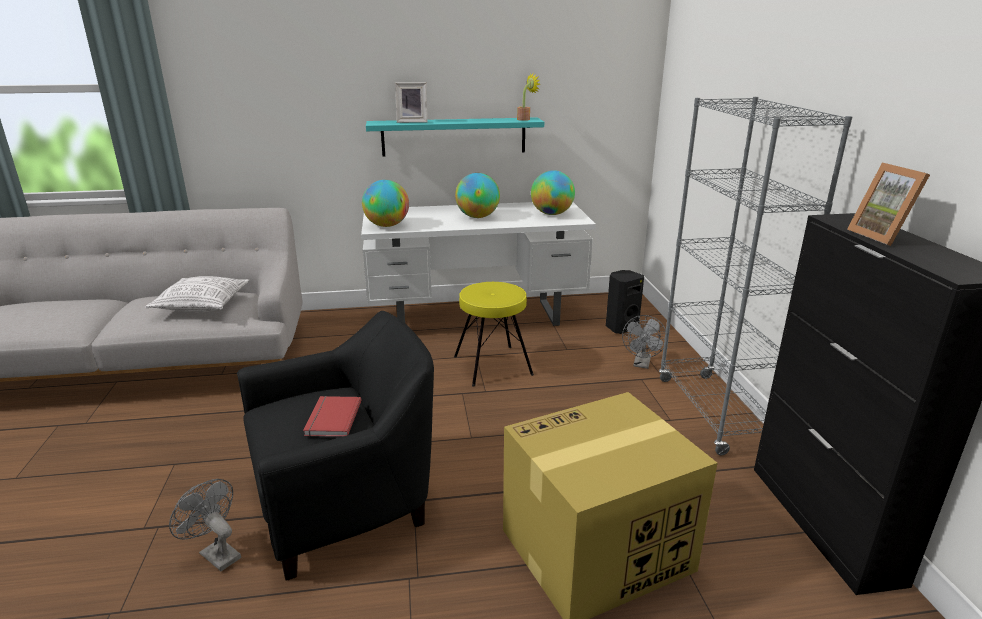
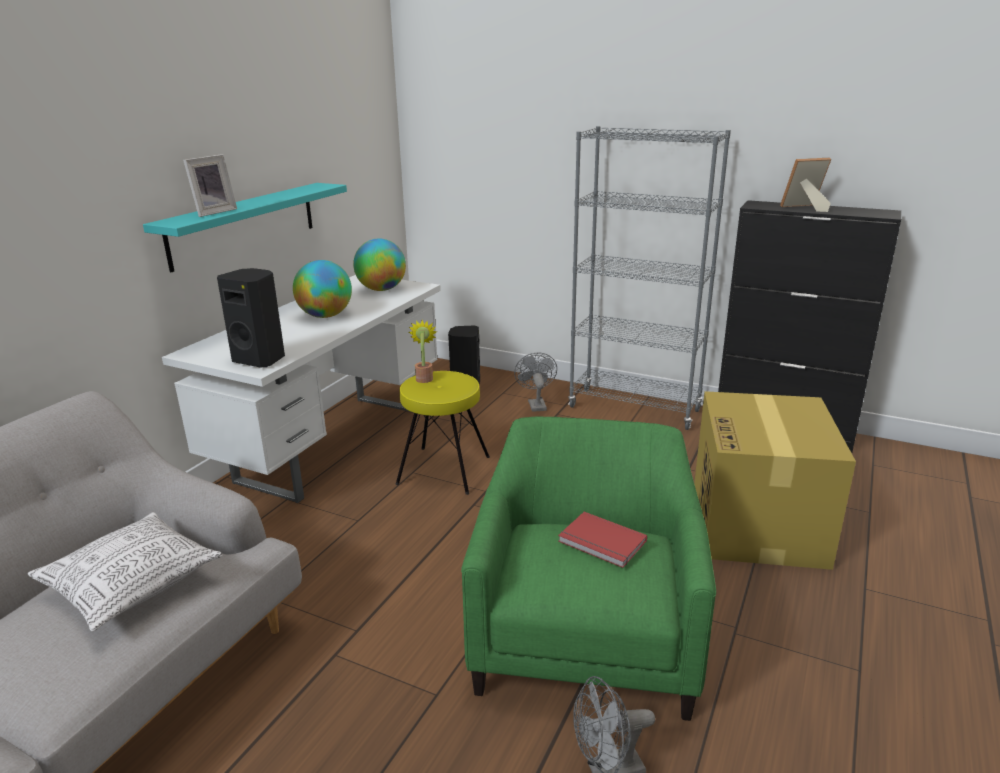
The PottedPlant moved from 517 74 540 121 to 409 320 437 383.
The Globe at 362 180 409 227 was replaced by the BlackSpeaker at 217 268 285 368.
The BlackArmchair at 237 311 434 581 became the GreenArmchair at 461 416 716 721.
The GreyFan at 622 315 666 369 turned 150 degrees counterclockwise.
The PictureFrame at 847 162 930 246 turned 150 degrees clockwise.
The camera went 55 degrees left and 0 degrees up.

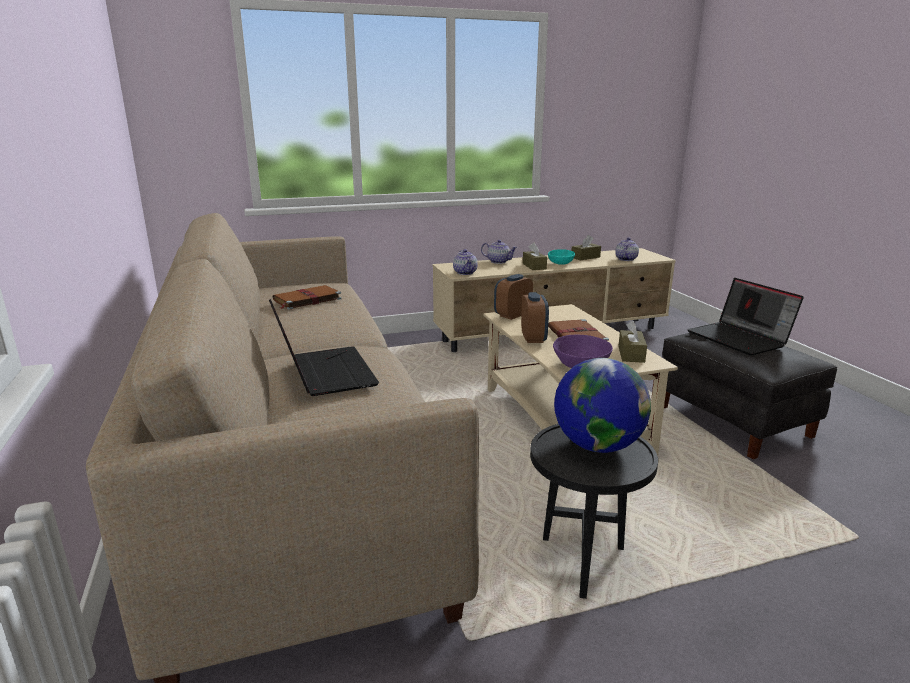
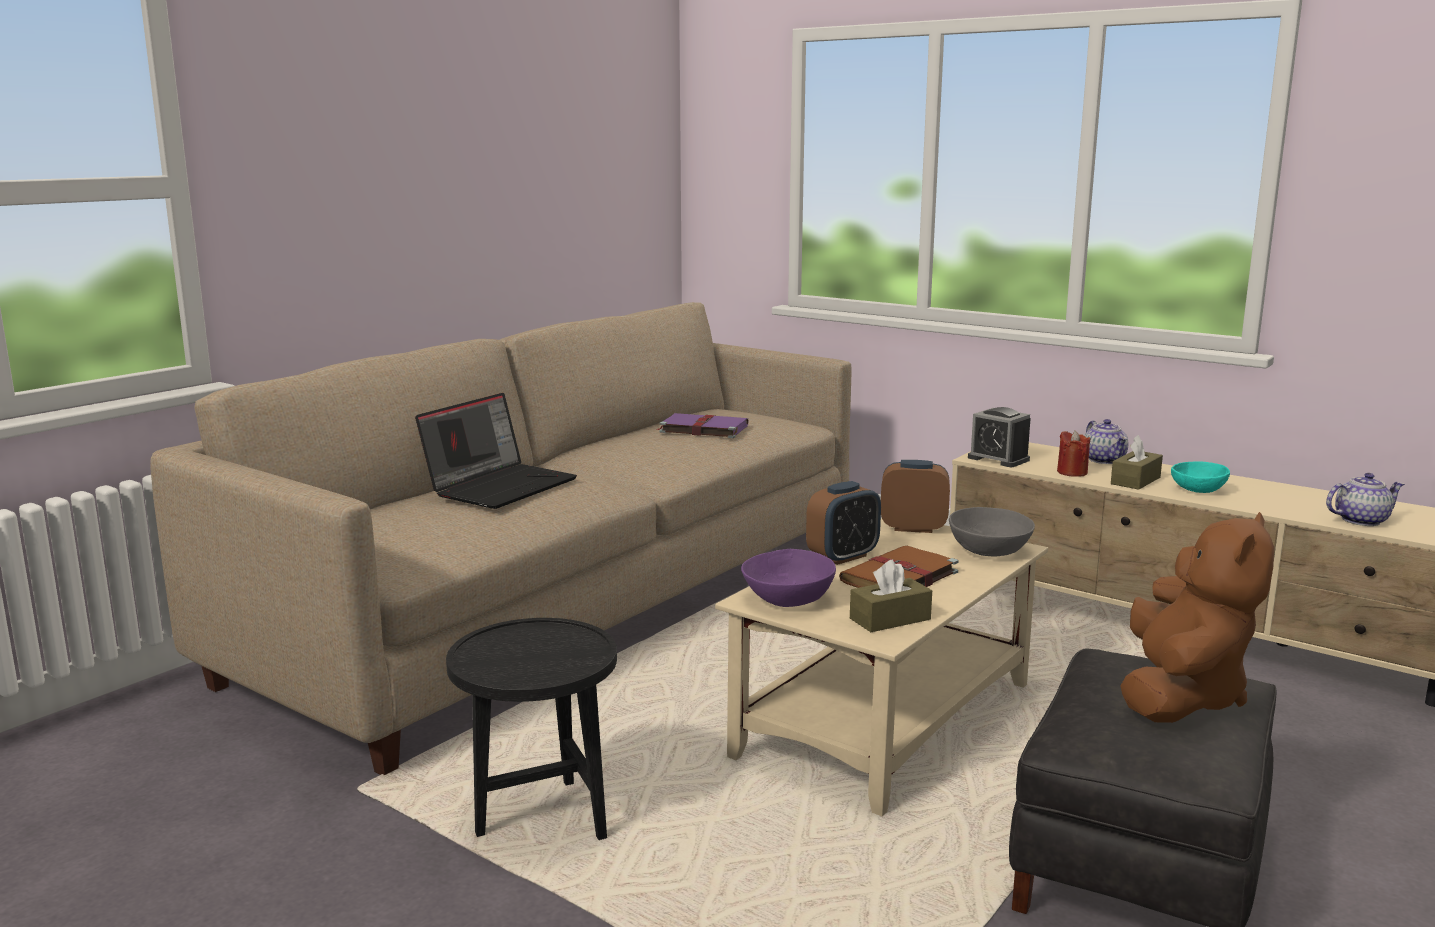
The Globe at 554 358 651 453 disappeared.
The BrownTissueBox at 571 235 601 261 disappeared.
The GreyBowl at 949 507 1035 557 appeared.
The RedCandle at 1057 430 1090 477 appeared.
The Teapot at 453 249 478 275 was replaced by the AlarmClock at 968 407 1031 467.
The Laptop at 687 278 804 356 was replaced by the BrownPlushToy at 1120 512 1274 723.
The BrownBook at 273 285 342 310 became the PurpleBook at 656 413 749 438.
The camera went 55 degrees right and 5 degrees down.

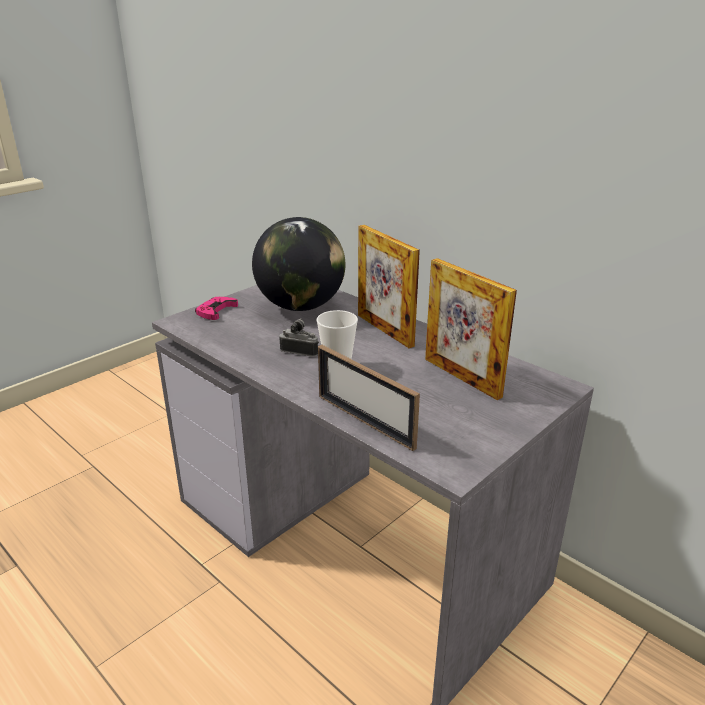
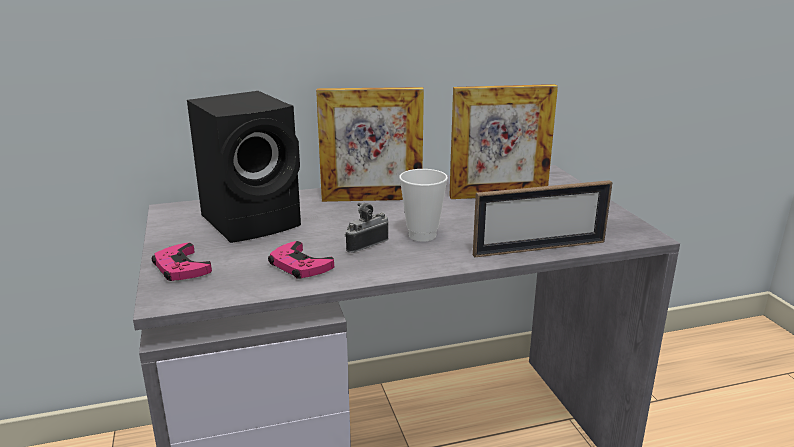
The PinkGameController at 268 241 334 279 appeared.
The Globe at 252 217 346 311 was replaced by the BlackSpeaker at 187 91 301 243.
The camera went 60 degrees left and 5 degrees down.

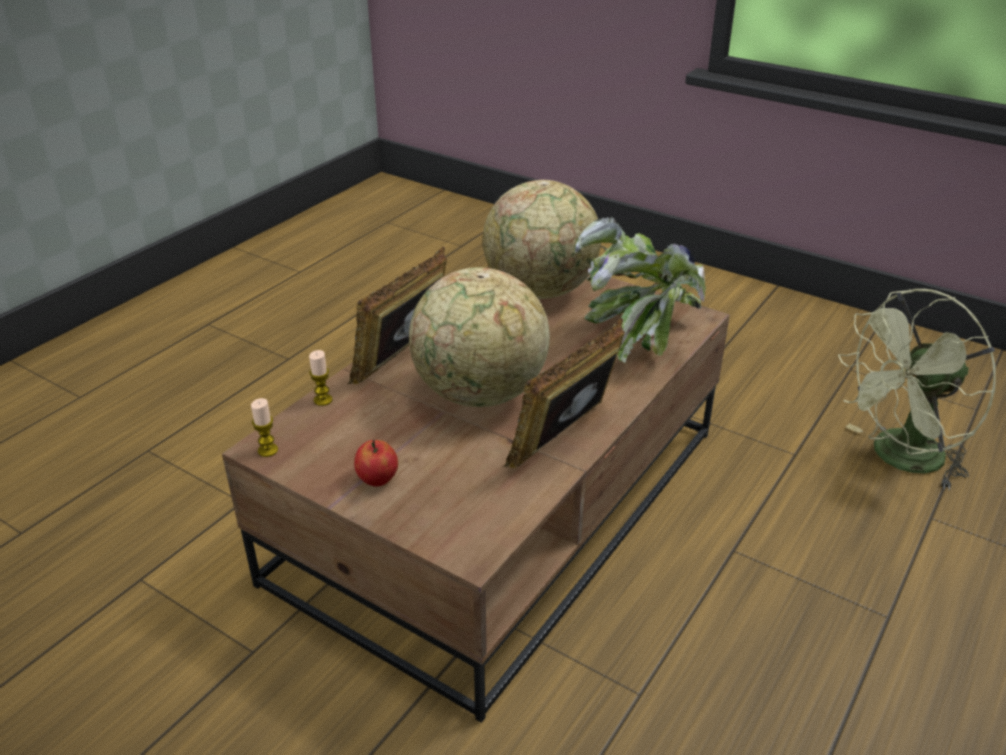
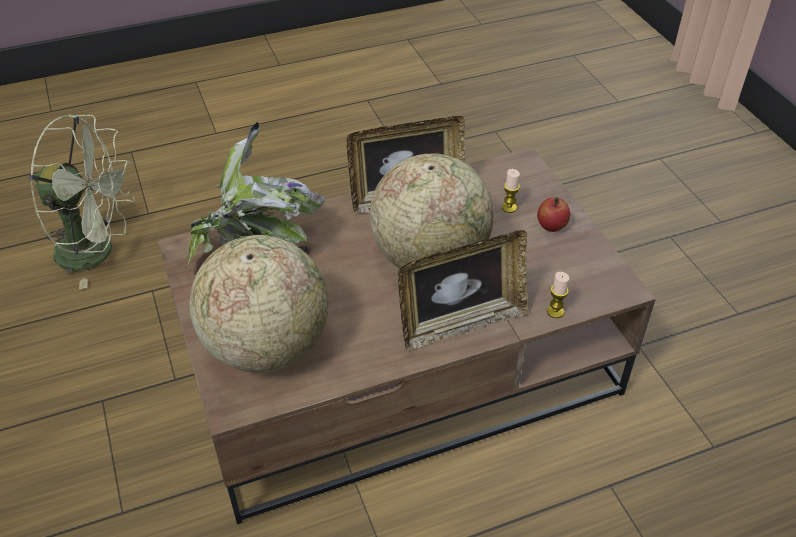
The Candle moved from 251 398 278 457 to 502 169 520 213.
The camera went 145 degrees left and 10 degrees up.

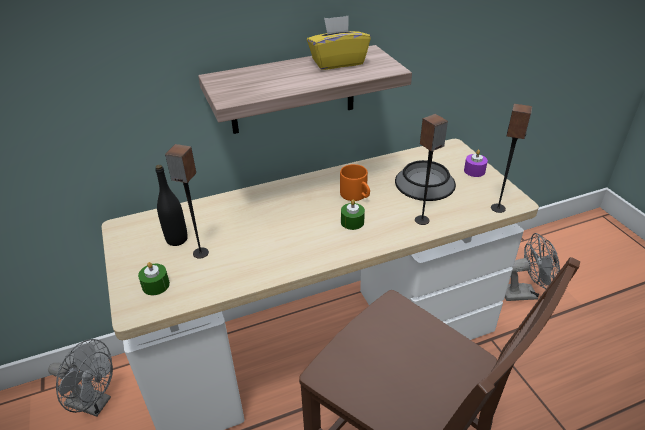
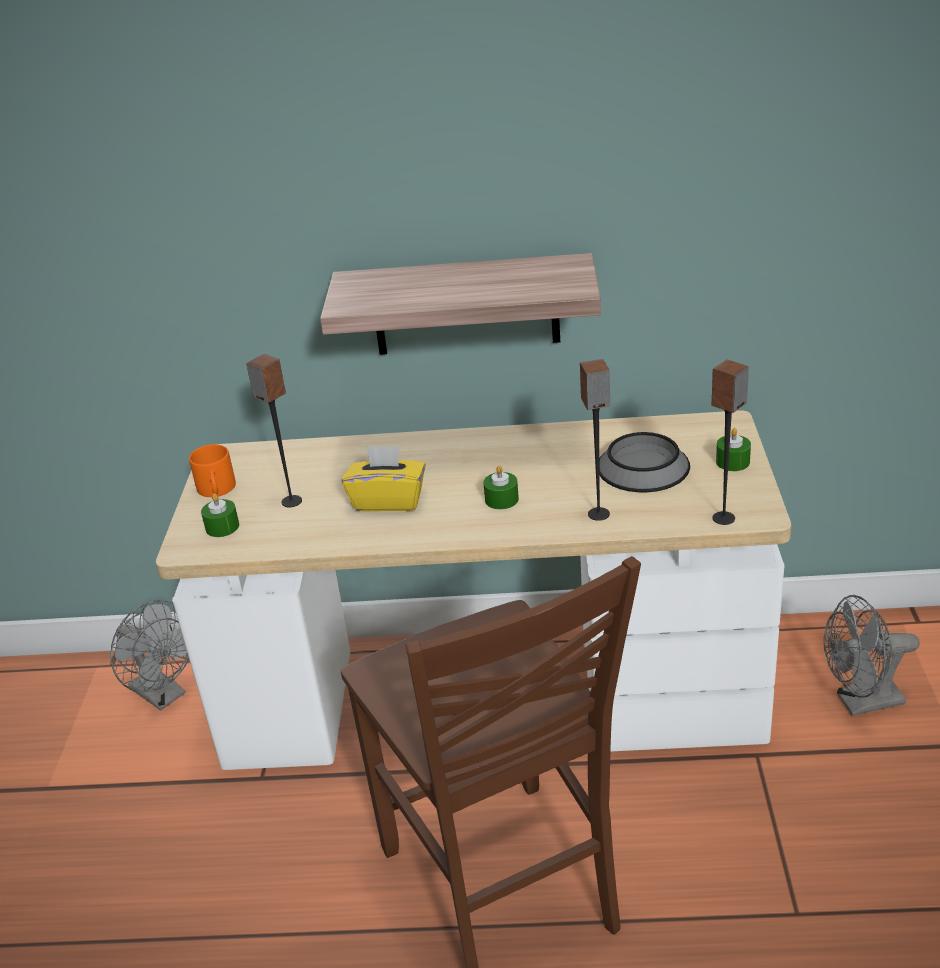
The BlackBottle at 155 165 188 246 disappeared.
The YellowTissueBox moved from 307 15 371 70 to 342 446 426 511.
The OrangeMug moved from 340 164 370 201 to 189 444 236 497.
The PurpleCandle at 464 149 488 177 became the GreenCandle at 716 428 751 471.
The GreyFan at 505 233 560 301 turned 150 degrees clockwise.
The camera went 25 degrees right and 5 degrees down.

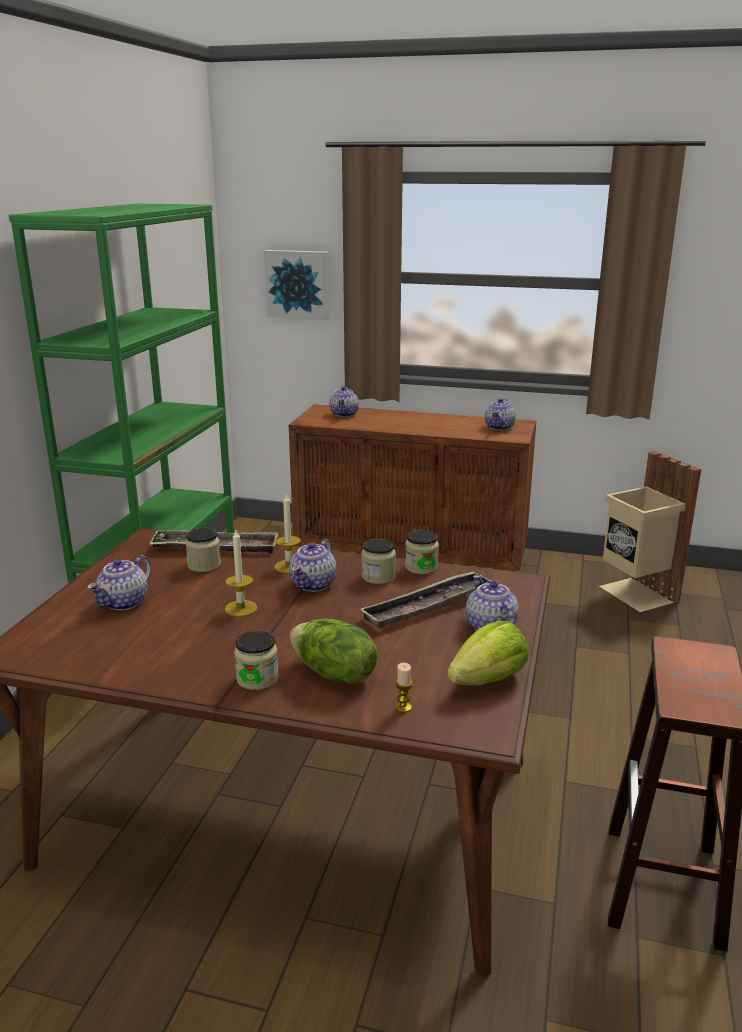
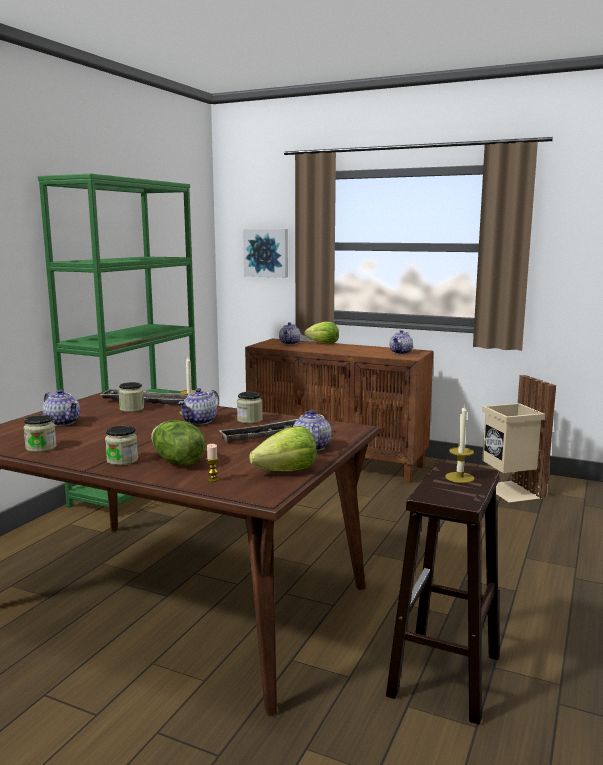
The Lettuce at 304 321 339 344 appeared.
The Candle moved from 225 528 258 617 to 445 405 475 483.
The Jar moved from 405 530 439 574 to 23 415 57 452.
The Teapot at 87 555 151 610 turned 90 degrees counterclockwise.
The camera went 10 degrees right and 10 degrees down.

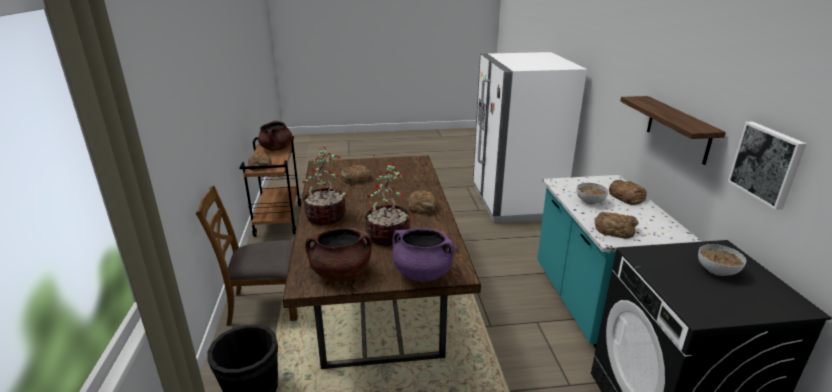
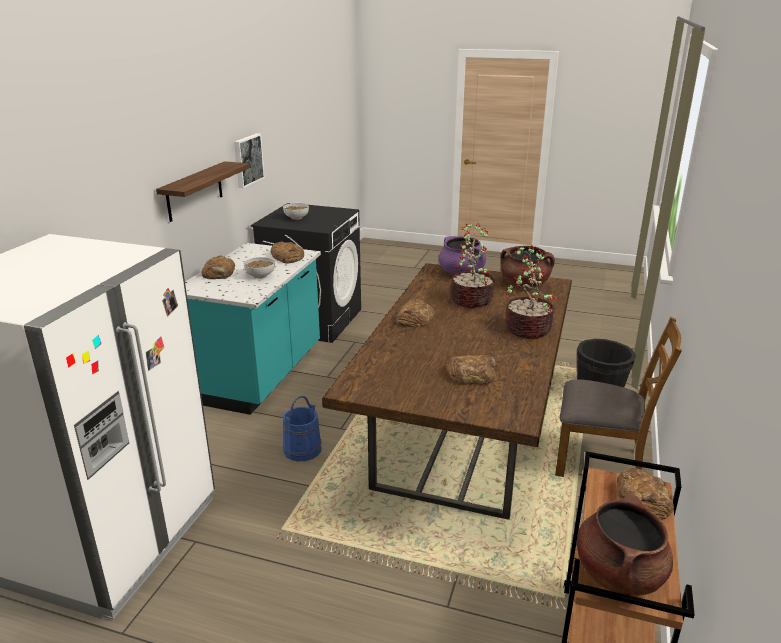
The BlueBucket at 283 396 321 461 appeared.
The camera went 155 degrees left and 0 degrees up.

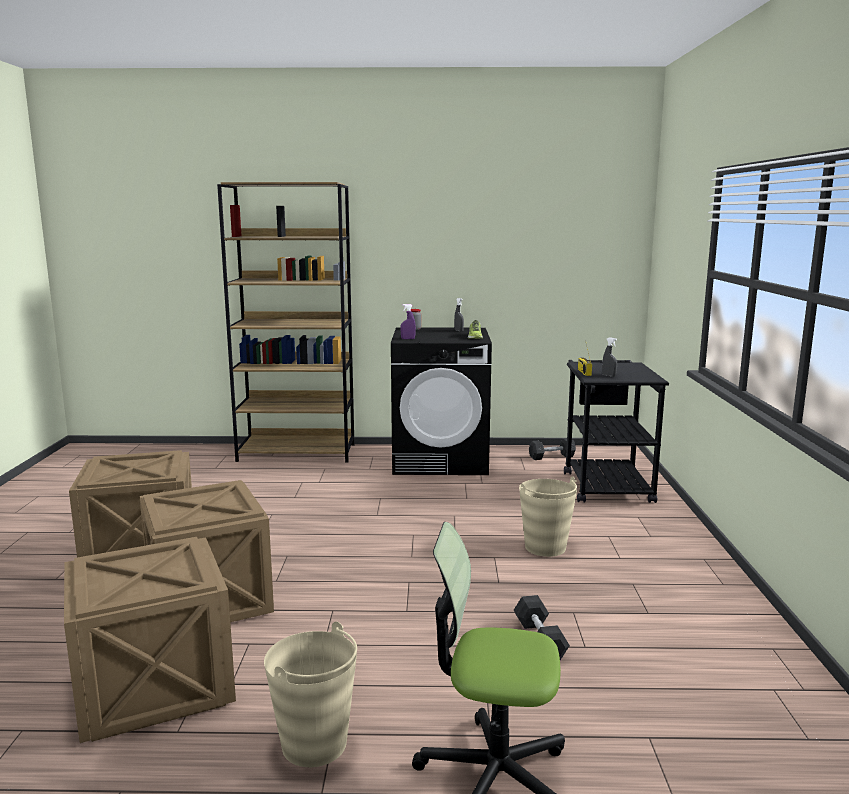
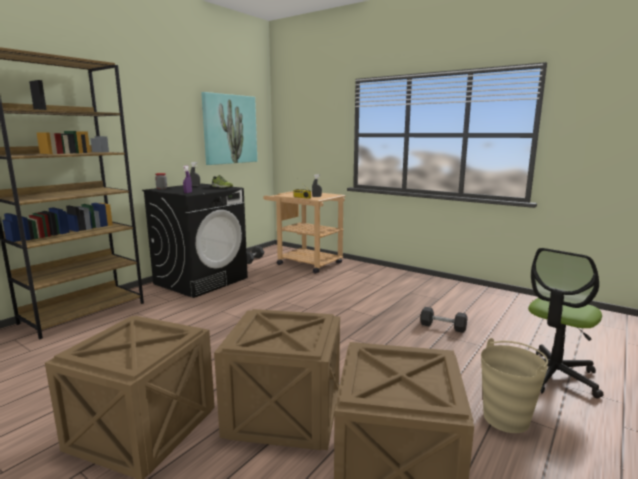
The BeigeBucket at 519 476 577 557 disappeared.
The Picture at 201 92 257 165 appeared.
The BlackCart at 564 360 669 503 became the BeigeCart at 263 191 345 274.
The camera went 55 degrees left and 0 degrees up.

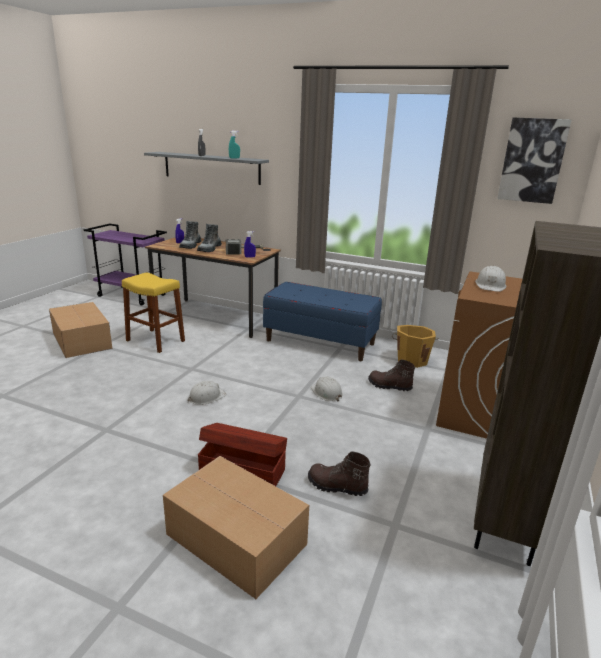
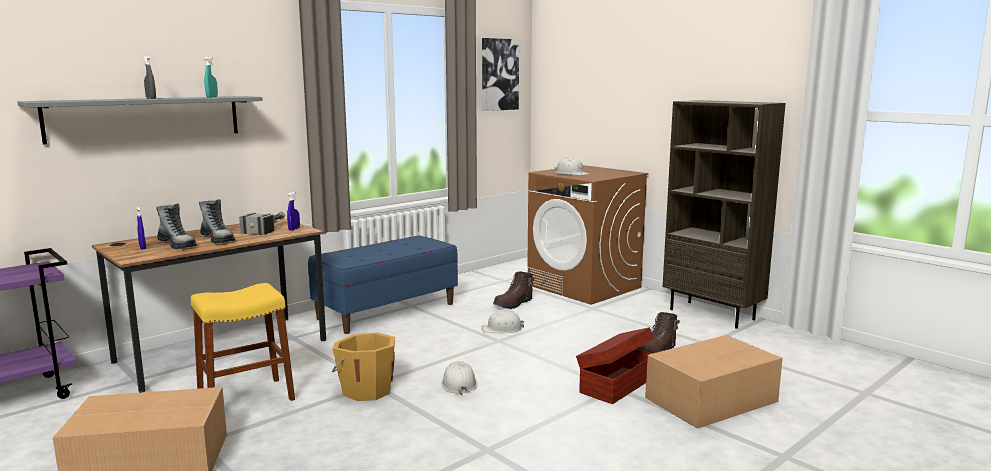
The OrangeBucket moved from 392 325 439 368 to 332 332 395 401.
The camera went 65 degrees left and 10 degrees down.

